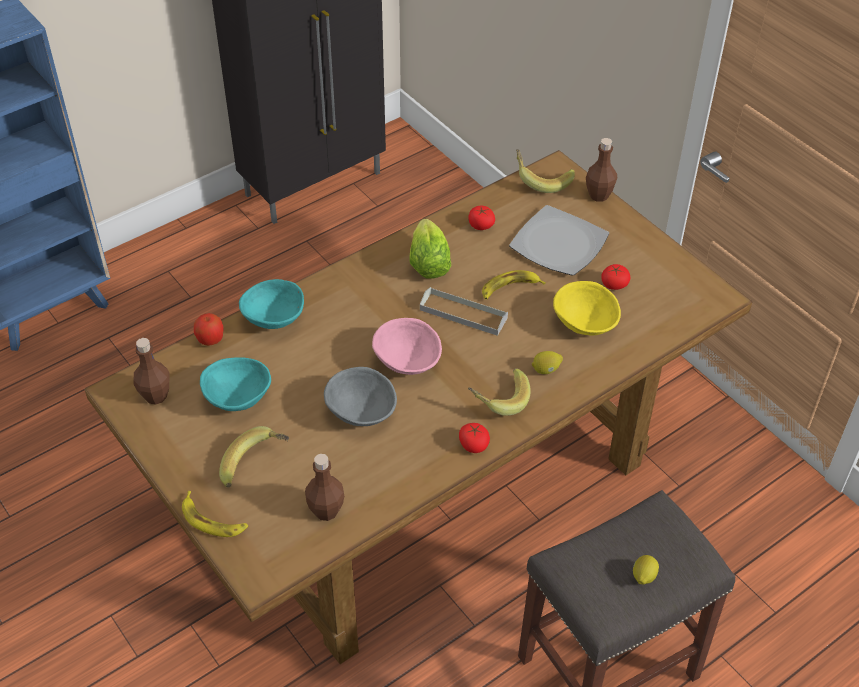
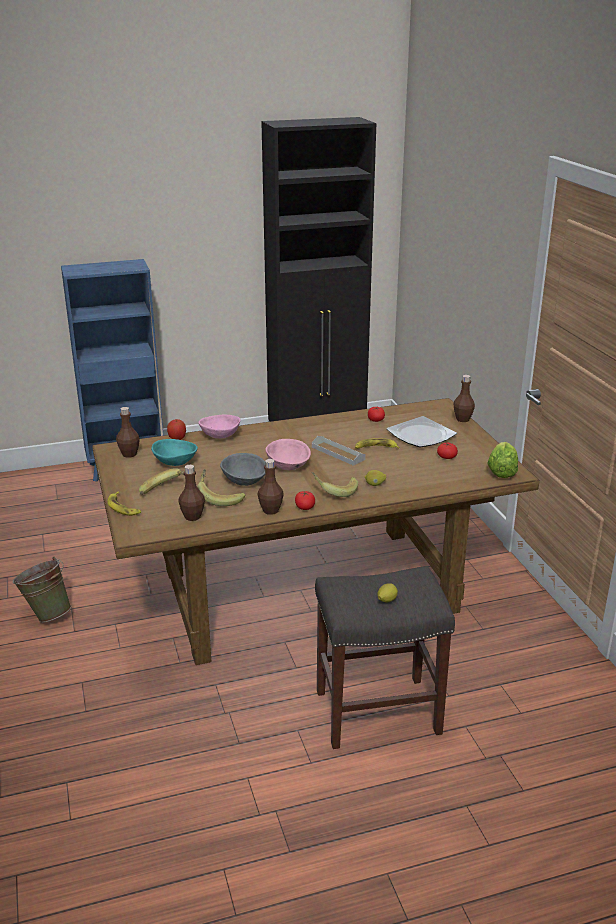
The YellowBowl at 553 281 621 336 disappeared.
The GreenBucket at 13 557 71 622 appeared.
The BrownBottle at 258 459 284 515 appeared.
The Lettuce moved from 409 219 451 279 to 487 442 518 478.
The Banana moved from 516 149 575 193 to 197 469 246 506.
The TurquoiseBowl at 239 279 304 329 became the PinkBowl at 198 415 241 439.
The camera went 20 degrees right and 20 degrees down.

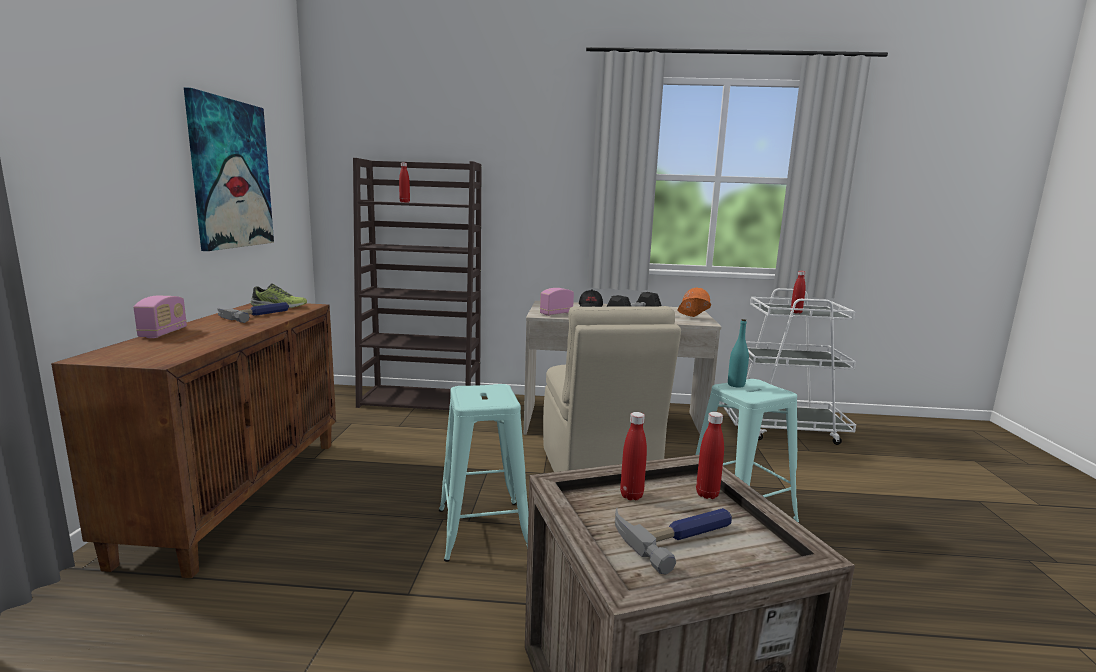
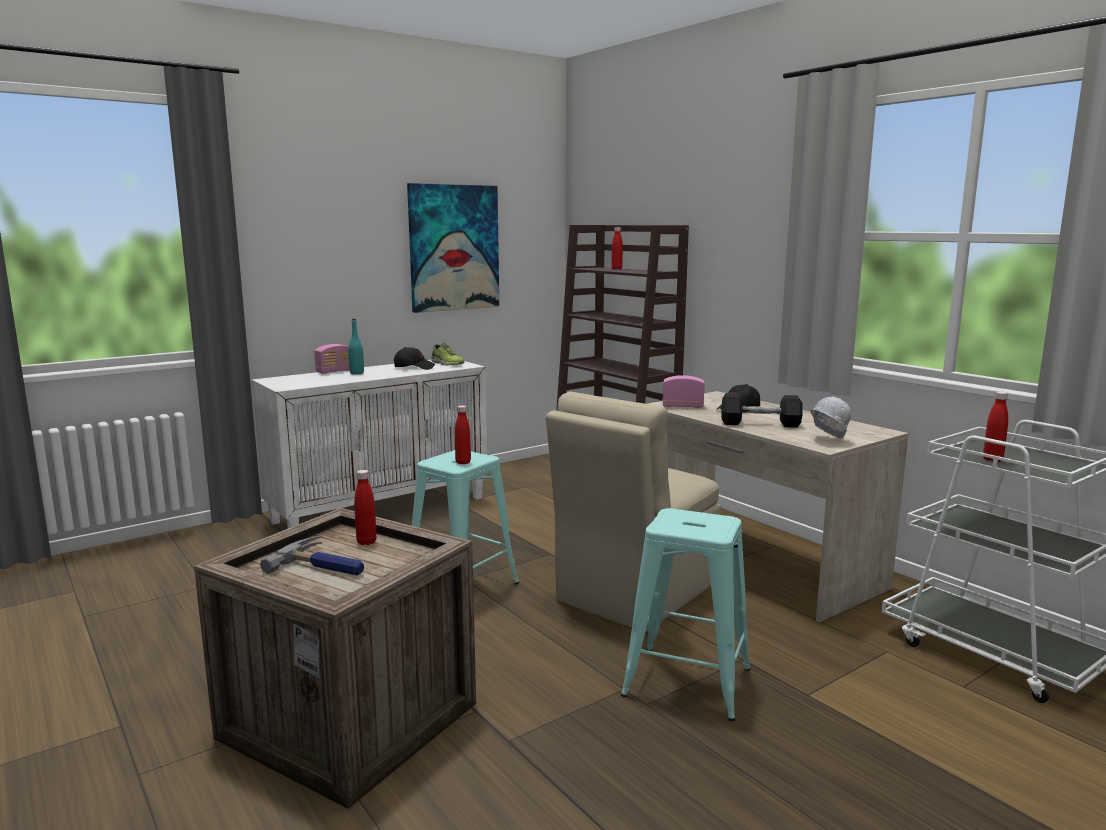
The RedBottle moved from 696 412 724 499 to 455 405 471 464.
The TurquoiseBottle moved from 728 319 749 388 to 348 319 364 375.
The Hammer at 218 302 289 323 was replaced by the BlackCap at 394 347 435 370.
The BrownCabinet at 51 303 336 578 became the WhiteCabinet at 252 360 487 528.
The OrangeHardHat at 677 288 711 317 became the WhiteHardHat at 810 397 851 439.
The camera went 50 degrees right and 0 degrees up.

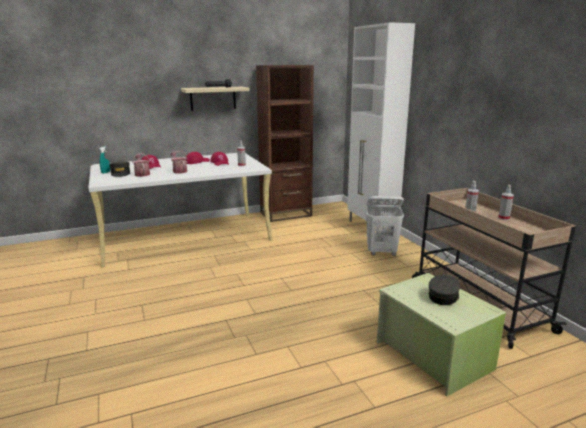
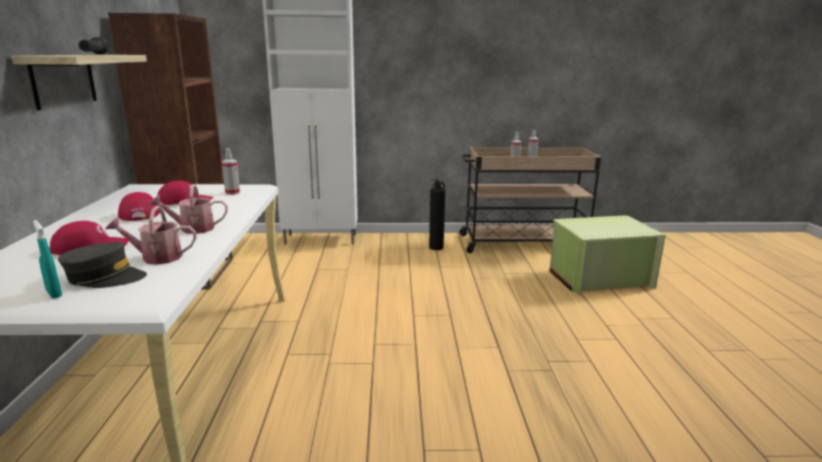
The WhiteLaundryBasket at 366 196 404 256 disappeared.
The GreyCap at 428 274 460 305 disappeared.
The FireExtinguisher at 429 179 445 250 appeared.
The camera went 70 degrees left and 0 degrees up.

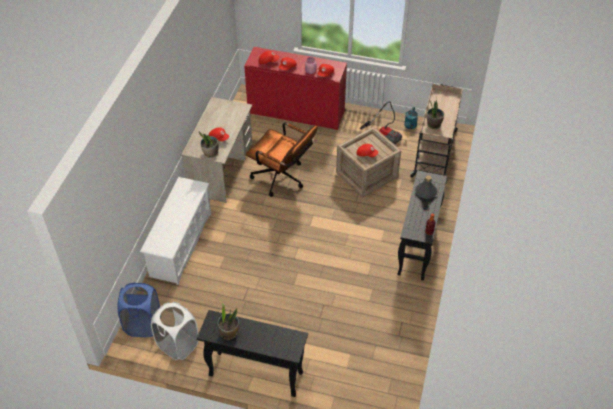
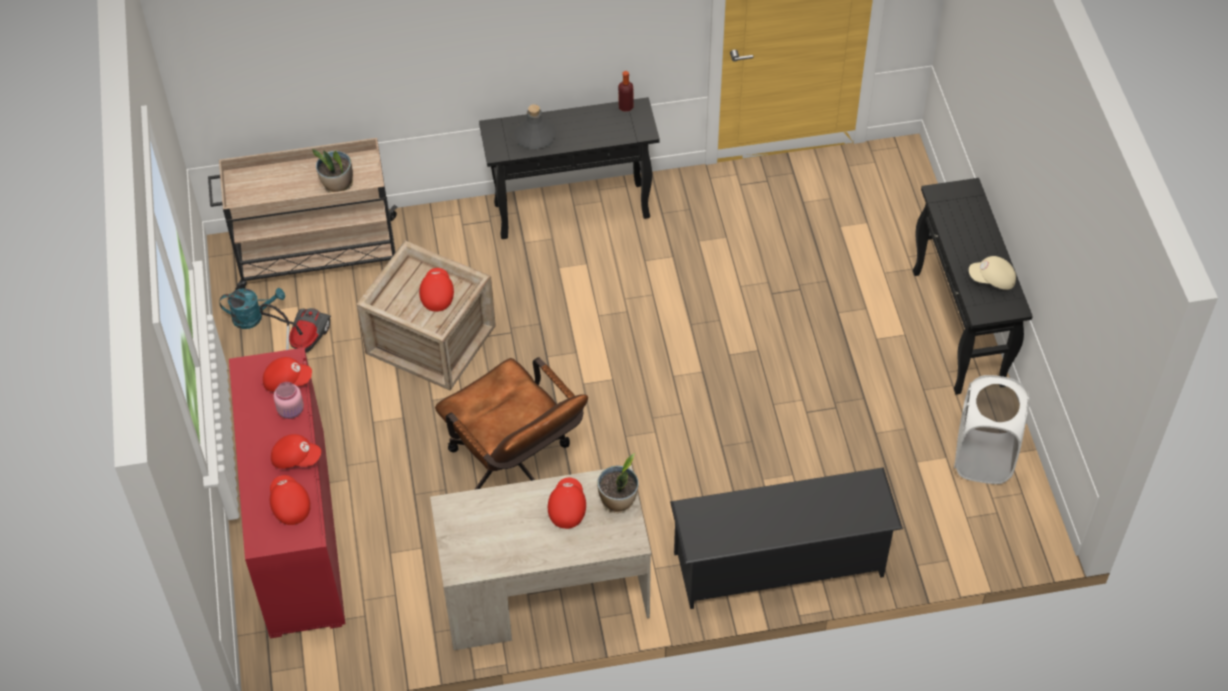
The BlueLaundryBasket at 118 283 160 337 disappeared.
The PottedPlant at 218 303 239 340 was replaced by the BeigeCap at 969 256 1016 290.
The WhiteShoeRack at 140 177 211 285 became the BlackShoeRack at 670 467 903 609.
The BrownOfficeChair at 246 122 318 197 turned 135 degrees clockwise.
The camera went 115 degrees left and 5 degrees up.

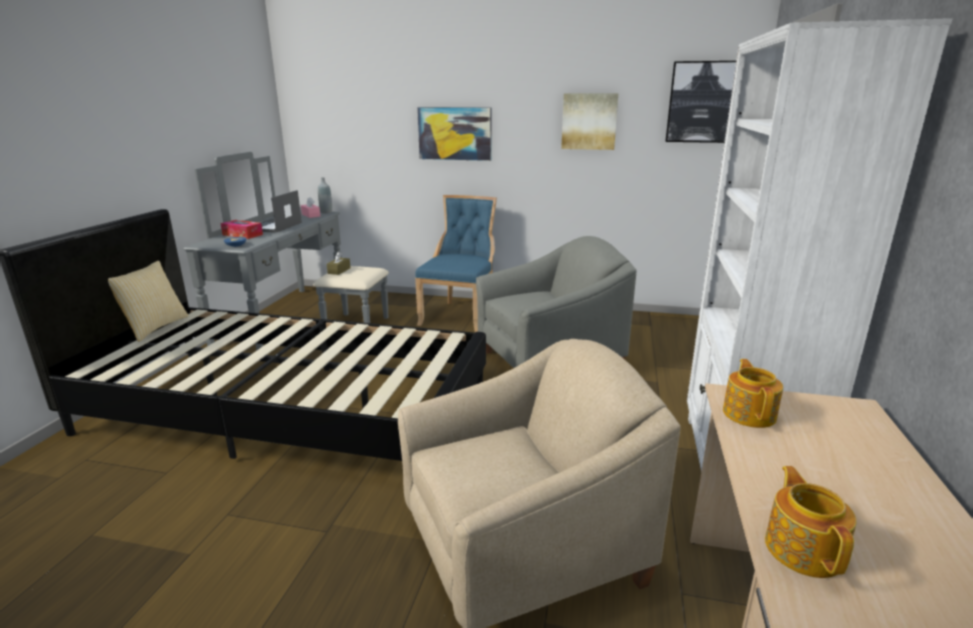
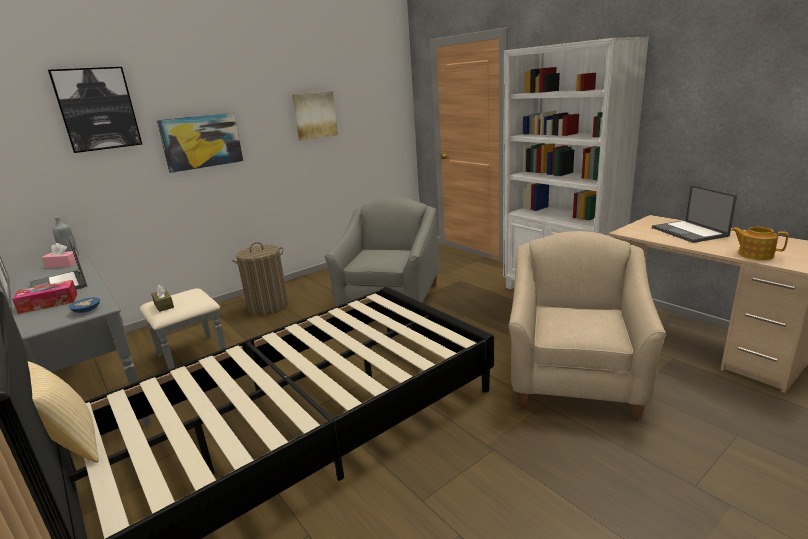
The Teapot at 723 359 783 428 disappeared.
The Laptop at 652 185 737 243 appeared.
The Picture moved from 665 61 736 143 to 48 67 142 153.
The BlueChair at 415 195 497 332 was replaced by the LaundryBasket at 232 242 288 316.
The camera went 50 degrees left and 0 degrees up.

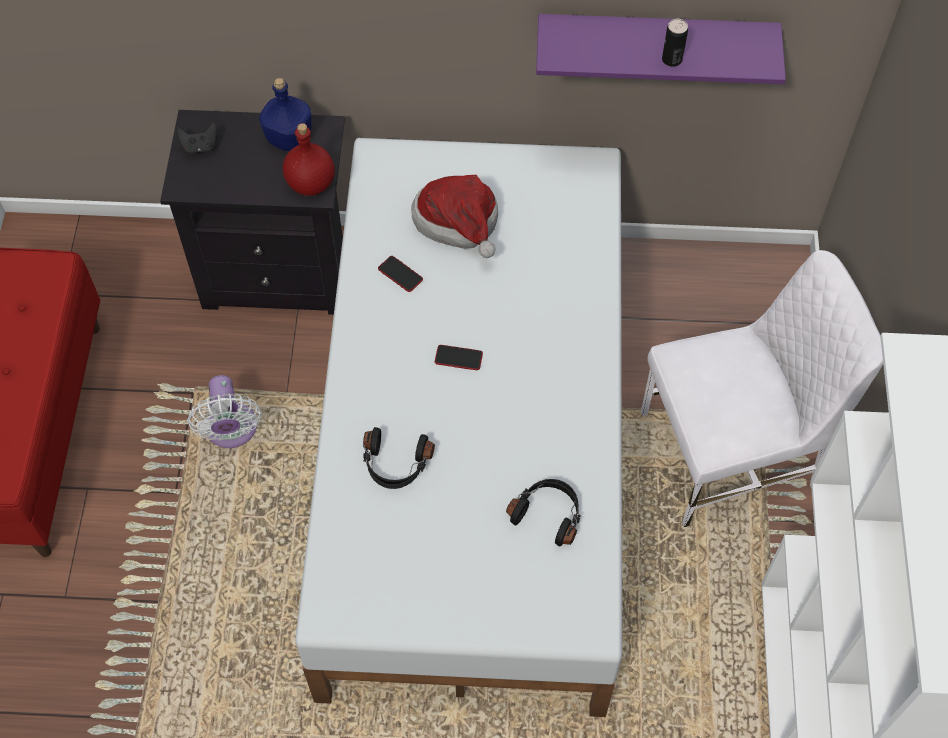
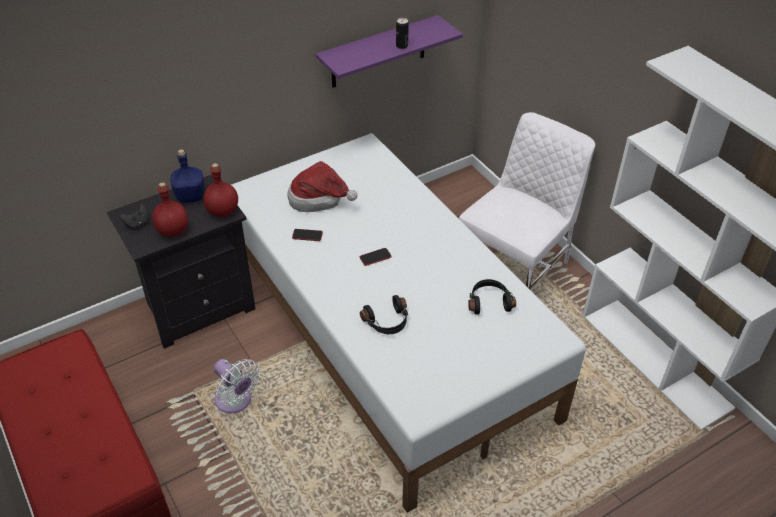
The RedBottle at 152 182 188 237 appeared.
The camera went 35 degrees left and 15 degrees down.

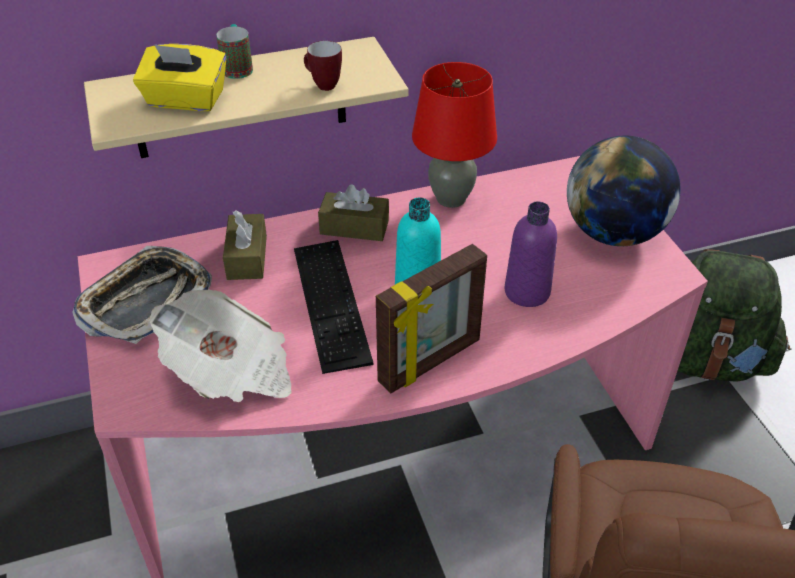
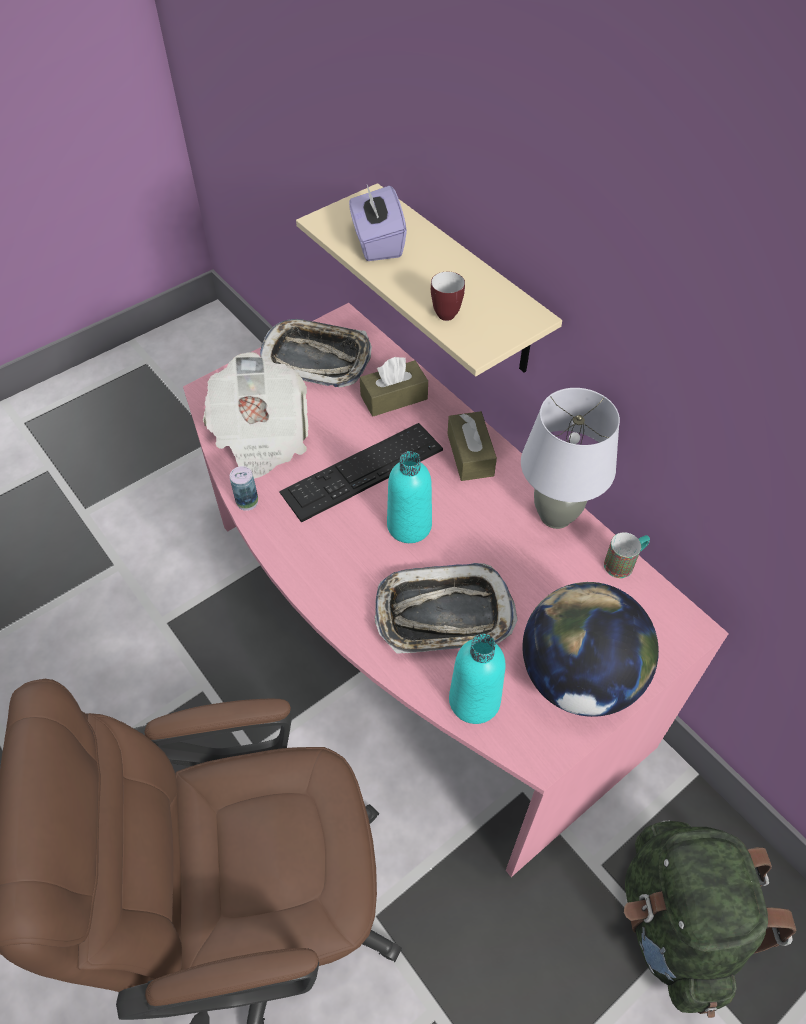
The PictureFrame at 376 244 487 394 disappeared.
The Can at 230 466 258 511 appeared.
The TurquoiseBottle at 449 634 506 724 appeared.
The Mug moved from 216 24 253 79 to 604 532 650 578.
The PurpleBottle at 505 201 557 307 was replaced by the Tray at 375 563 518 653.
The YellowTissueBox at 133 44 227 111 became the PurpleTissueBox at 349 185 407 261.
The RedTableLamp at 412 62 497 208 became the GreyTableLamp at 521 388 620 529.
The camera went 70 degrees right and 10 degrees up.

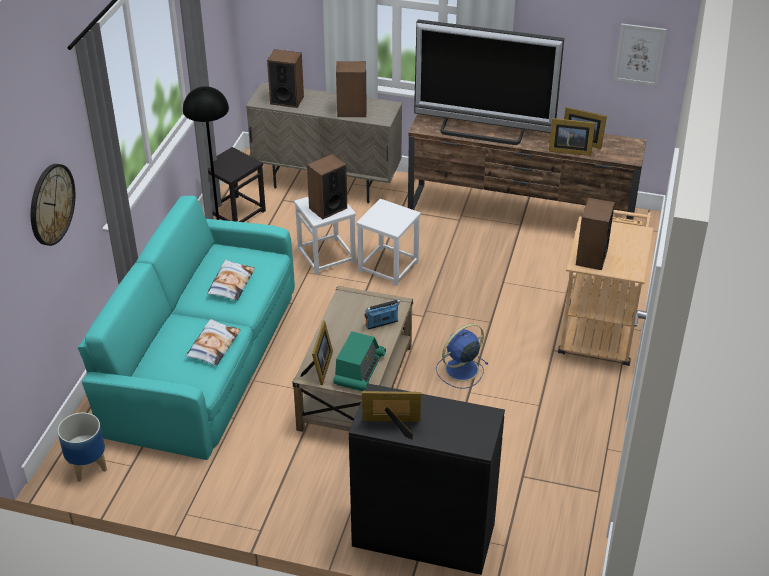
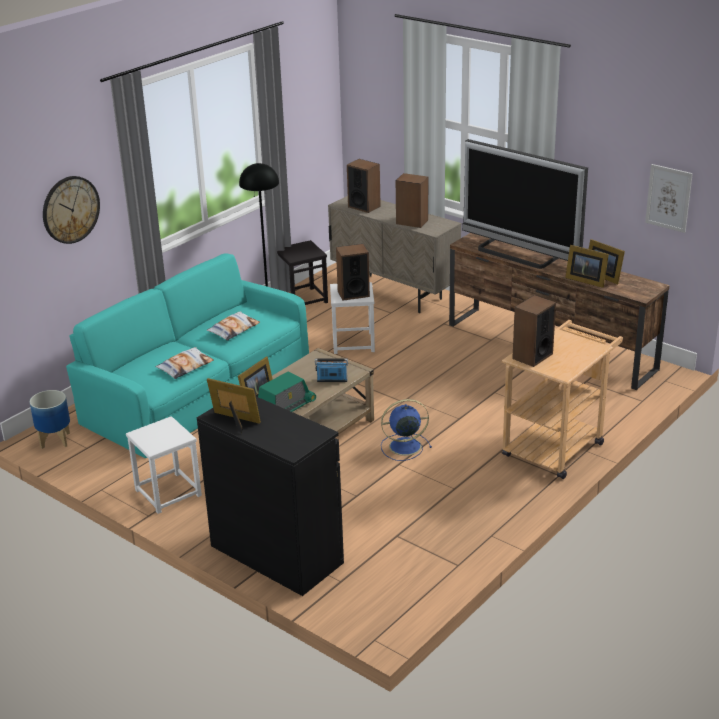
The WhiteStool moved from 356 199 421 286 to 126 416 202 514.
The camera went 25 degrees right and 10 degrees down.

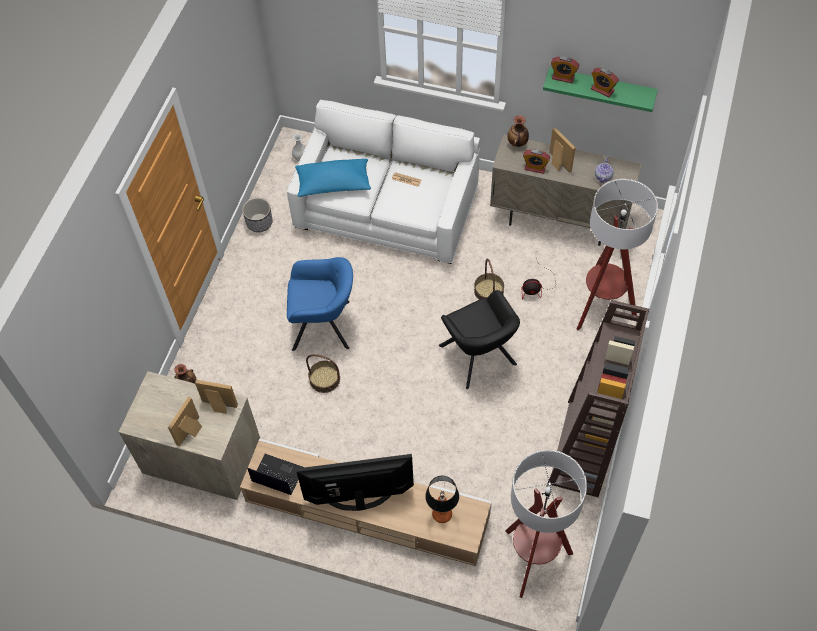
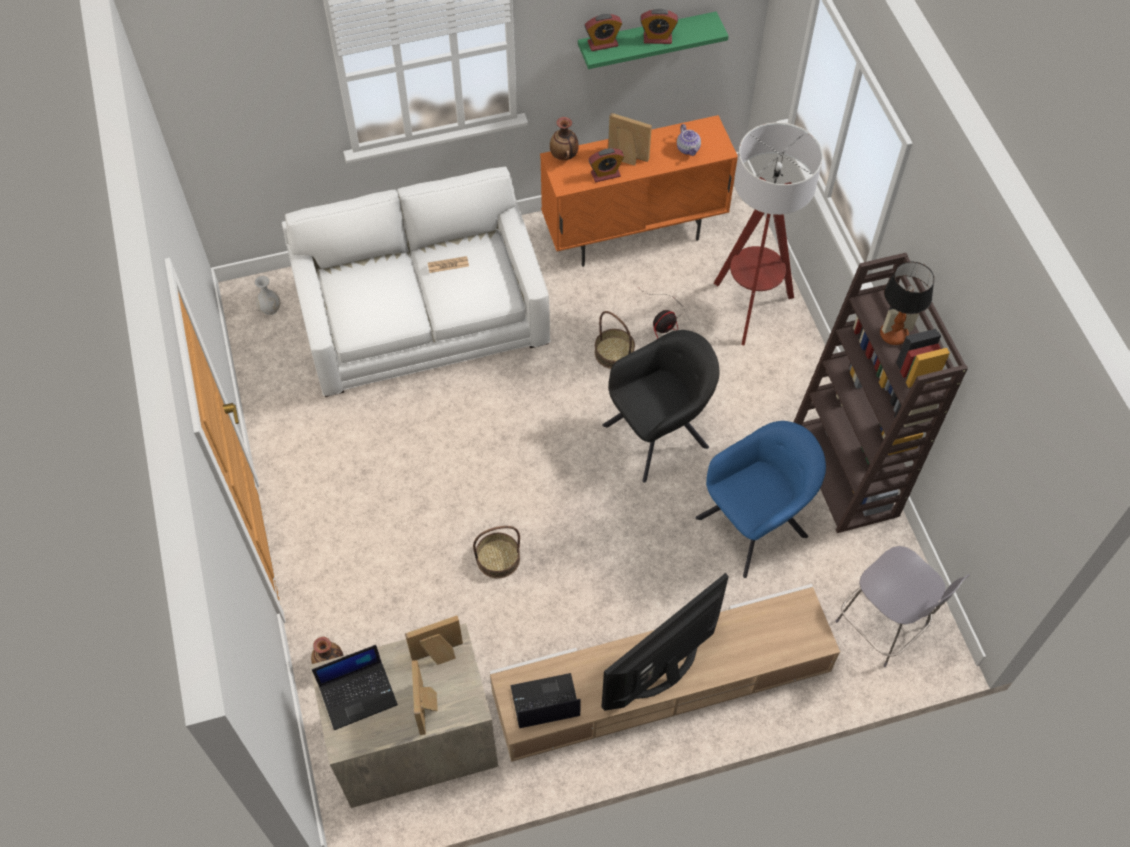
The Planter at 242 198 273 232 disappeared.
The BluePillow at 295 159 371 197 disappeared.
The Laptop at 312 645 398 730 appeared.
The BlueArmchair moved from 287 257 353 351 to 695 421 826 578.
The TableLamp moved from 425 476 459 523 to 880 261 934 345.
The FloorLamp at 505 450 587 598 was replaced by the GreyStool at 835 546 970 667.
The BeigeCabinet at 490 134 642 246 became the OrangeCabinet at 540 115 738 267.
The BlackArmchair at 439 290 520 389 turned 60 degrees counterclockwise.
The camera went 35 degrees left and 0 degrees up.

